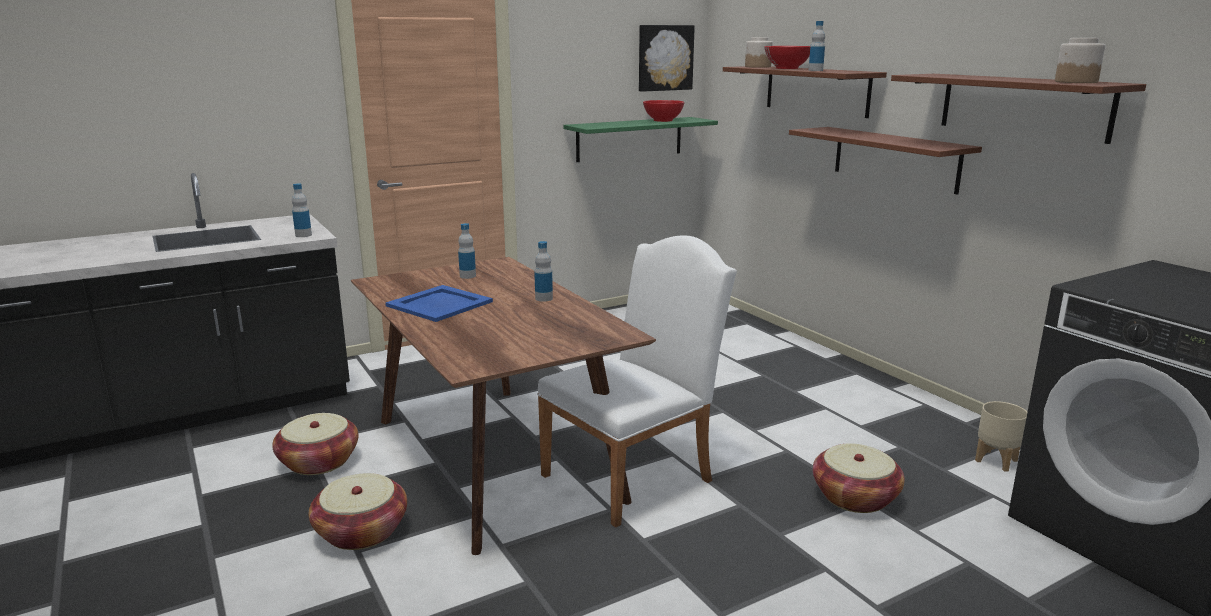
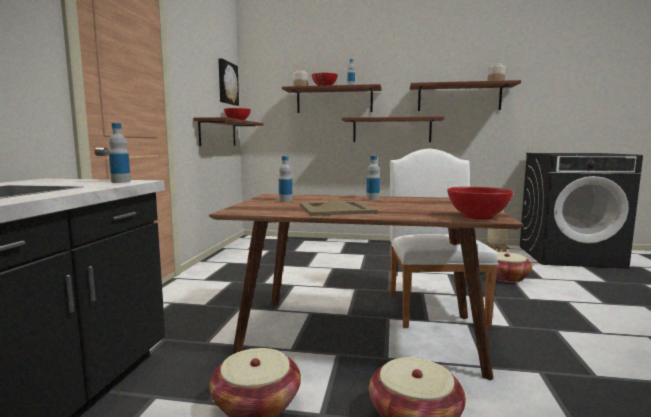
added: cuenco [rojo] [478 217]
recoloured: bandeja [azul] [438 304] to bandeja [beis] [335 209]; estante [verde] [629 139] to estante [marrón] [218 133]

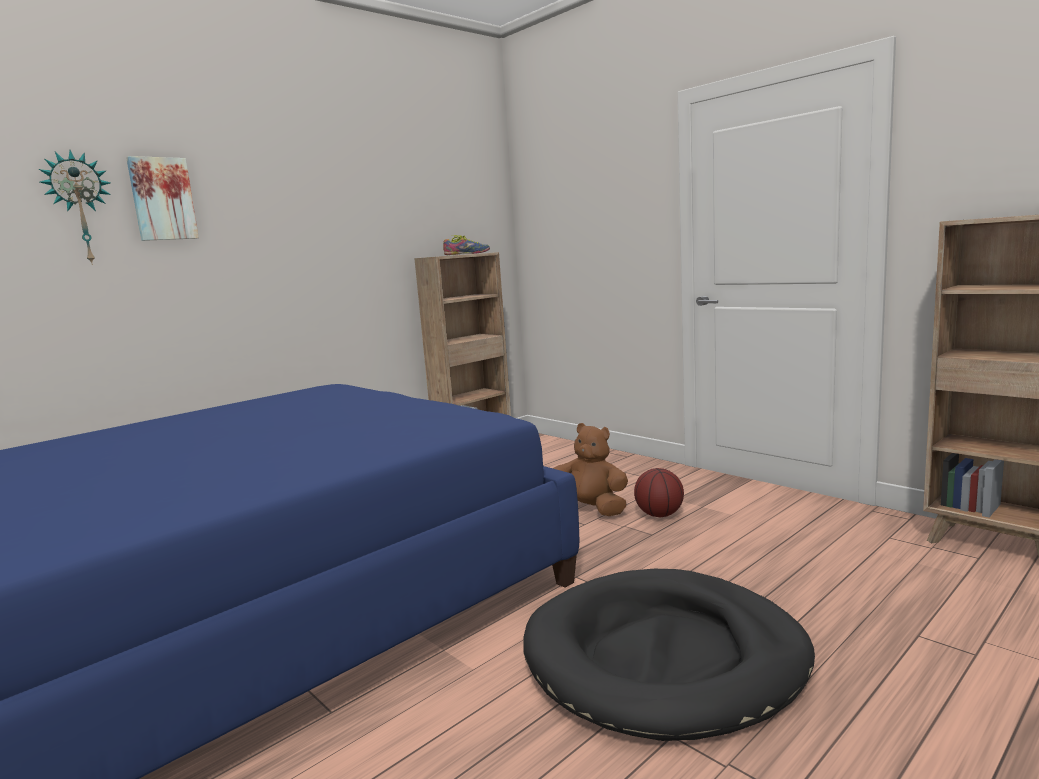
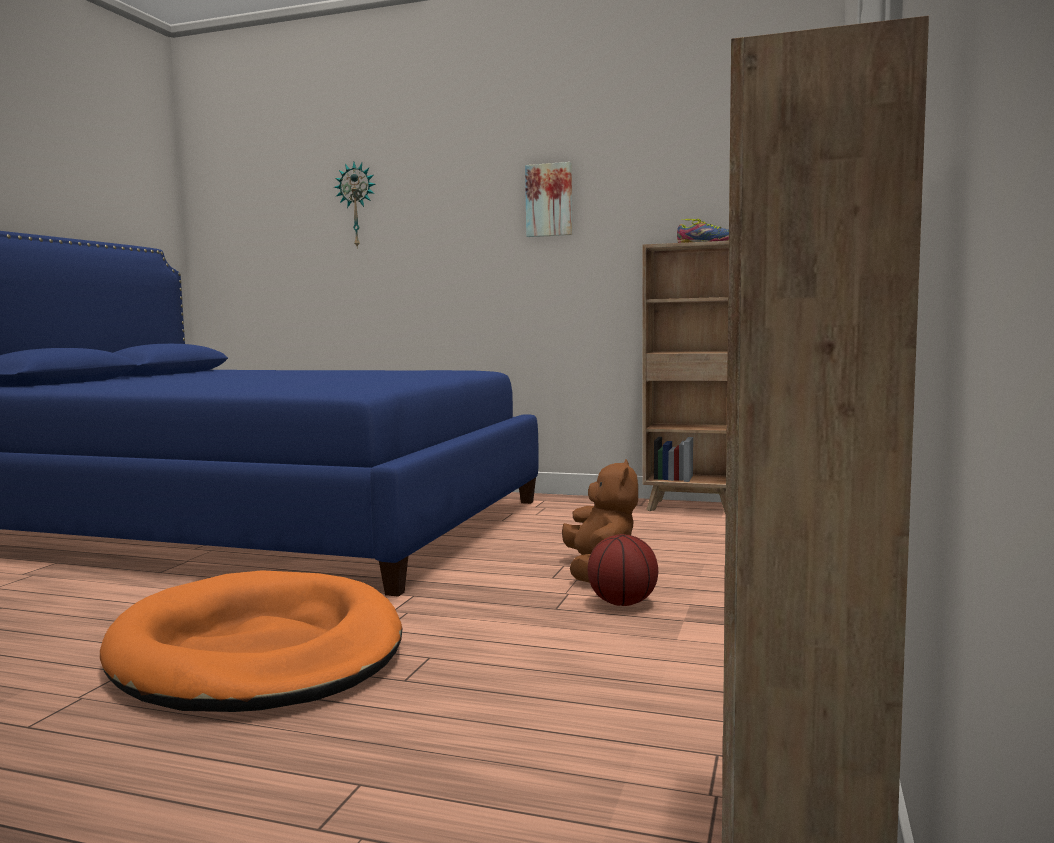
moved: cuadro [162 199] to [549 200]
recoloured: cama para perro [negro] [665 657] to cama para perro [naranja] [258 652]

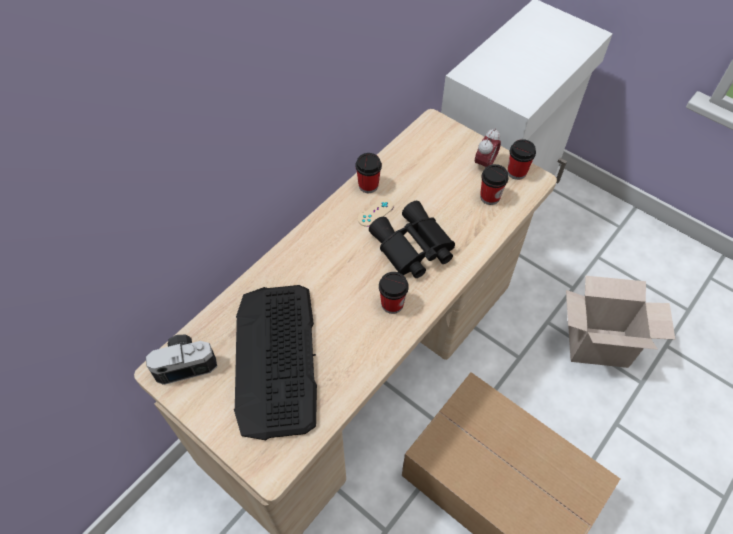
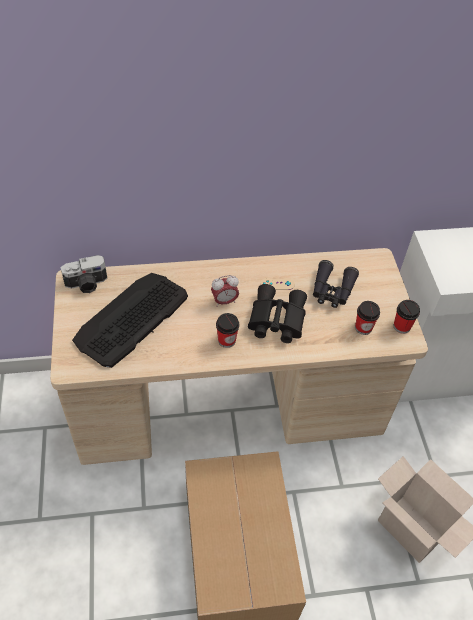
removed: taza [368 185]
added: prismáticos [negro] [332 291]
moved: despertador [484 164] to [224 301]
turned: cámara [185 362] = [87 284] 135 degrees clockwise

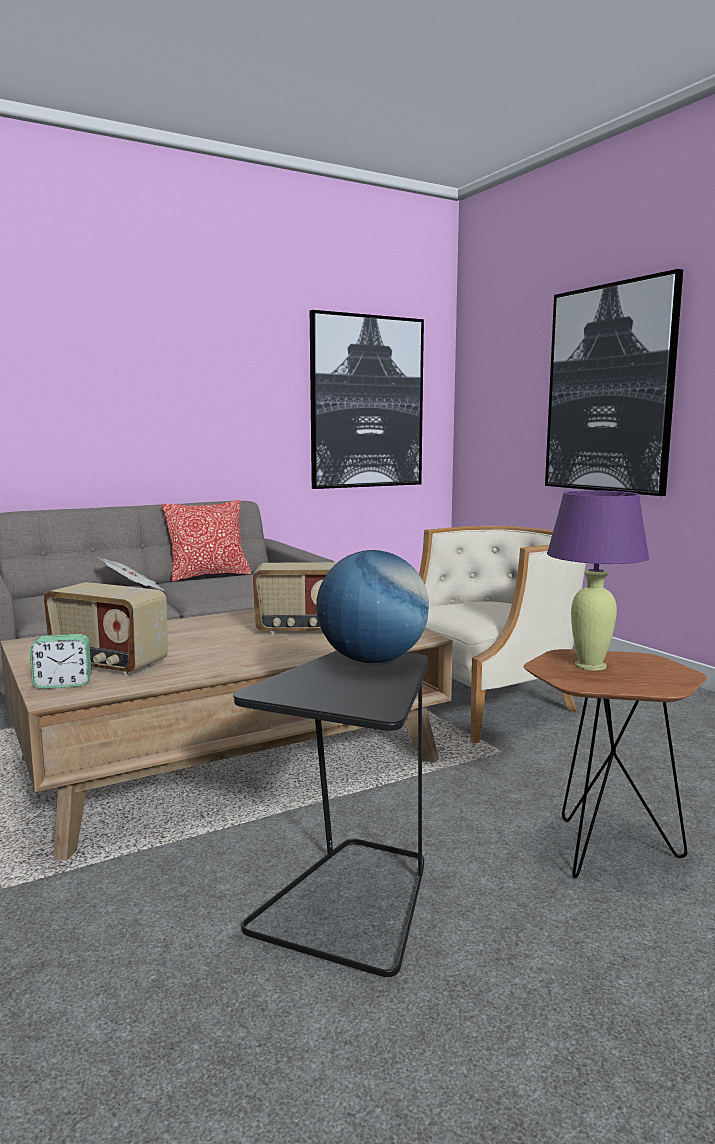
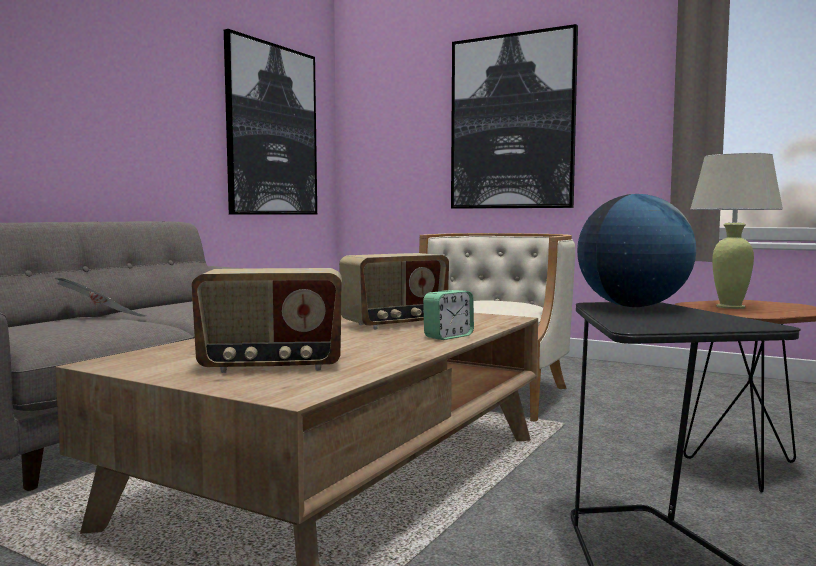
removed: cojín [208 576]
moved: despertador [63 684] to [448 336]
recoloured: lámpara de mesa [morado] [590 665] to lámpara de mesa [beis] [730 307]

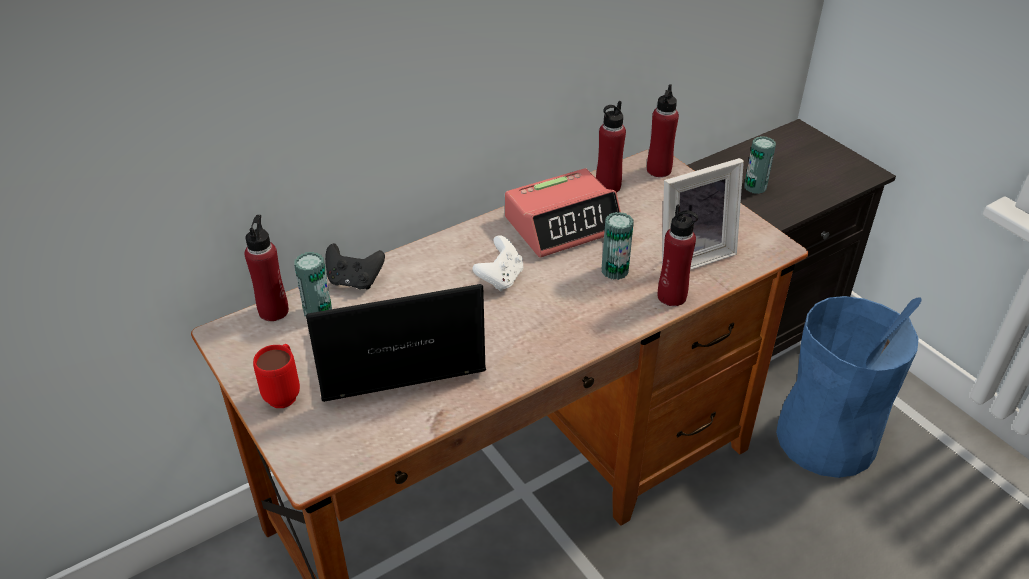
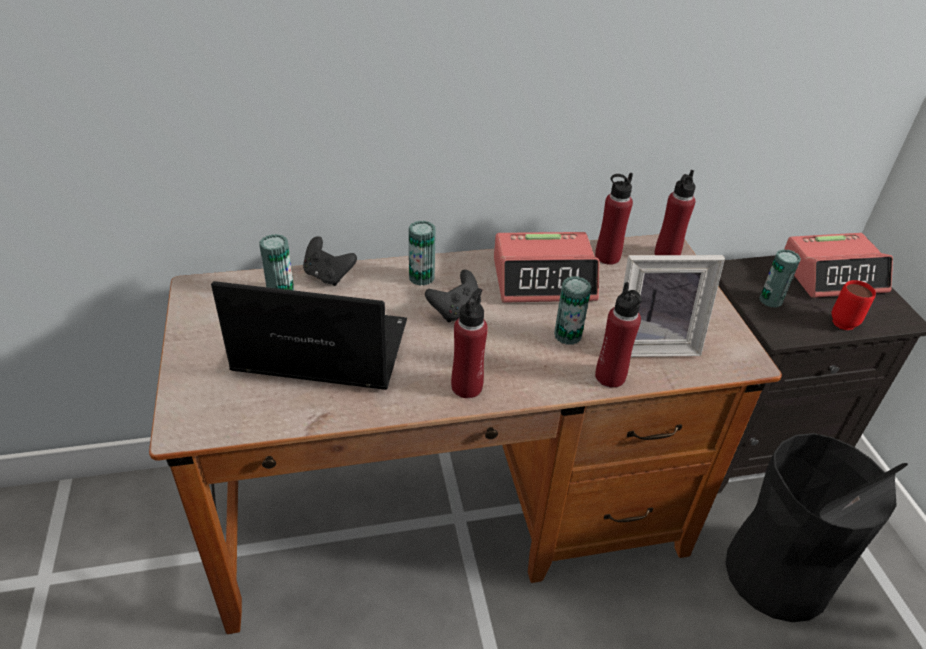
added: lata [421 277]; despertador [833 275]
moved: botella [rojo] [274 311] to [467 386]; taza grande [rojo] [285 392] to [844 320]
recoloured: mando de consola [blanco] [500 279] to mando de consola [negro] [455 311]; papelera [azul] [826 438] to papelera [negro] [777 574]

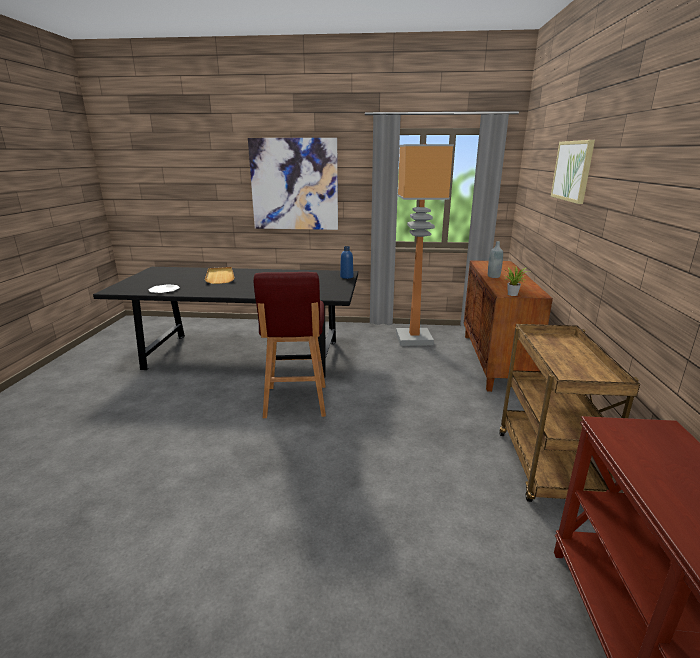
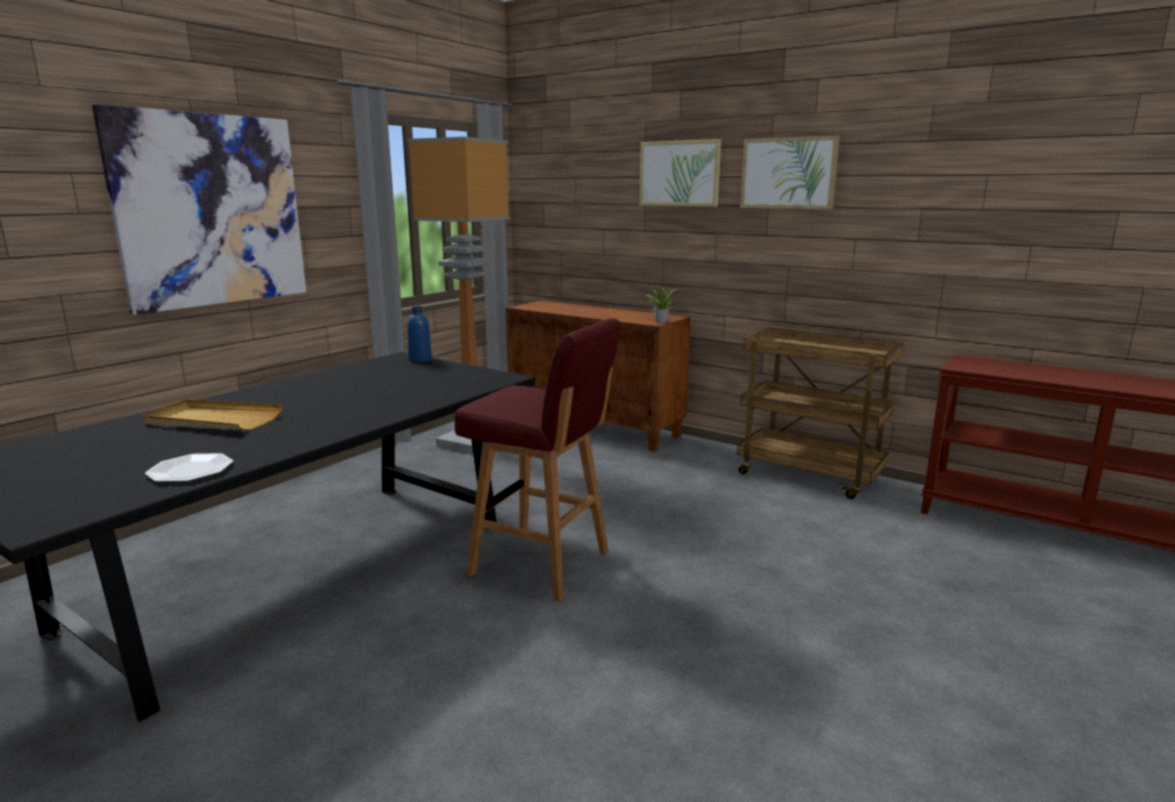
removed: botella [gris] [493 276]
added: cuadro [788 173]

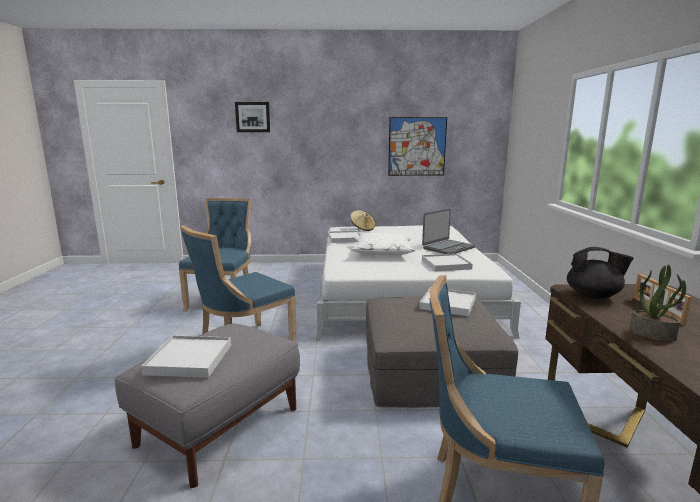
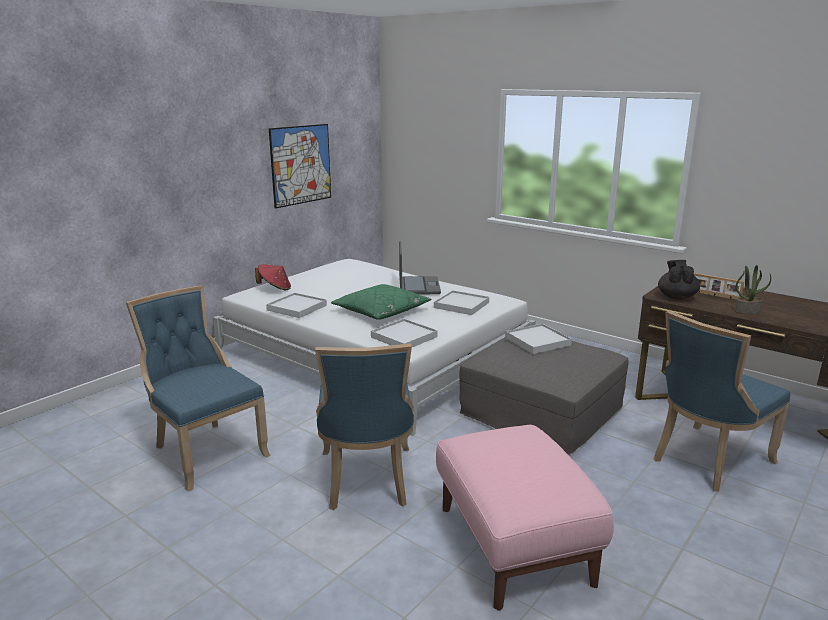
removed: cuadro [253 117]
moved: bandeja [blanco] [190 359] to [404 337]
recoloured: puf [gris] [220 425] to puf [rosa] [514 543]; sombrero [beis] [362 229] to sombrero [rojo] [275 288]; cojín [blanco] [382 252] to cojín [verde] [381 311]
turned: tetera [negro] [593 296] = [676 297] 45 degrees counterclockwise

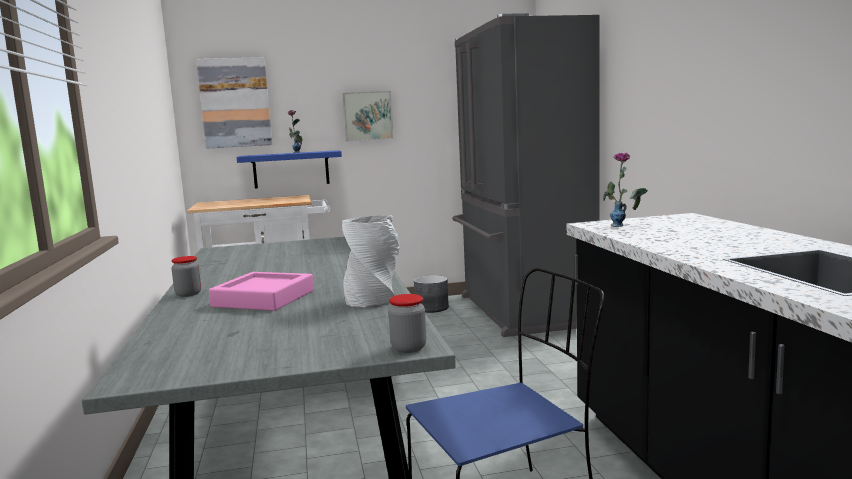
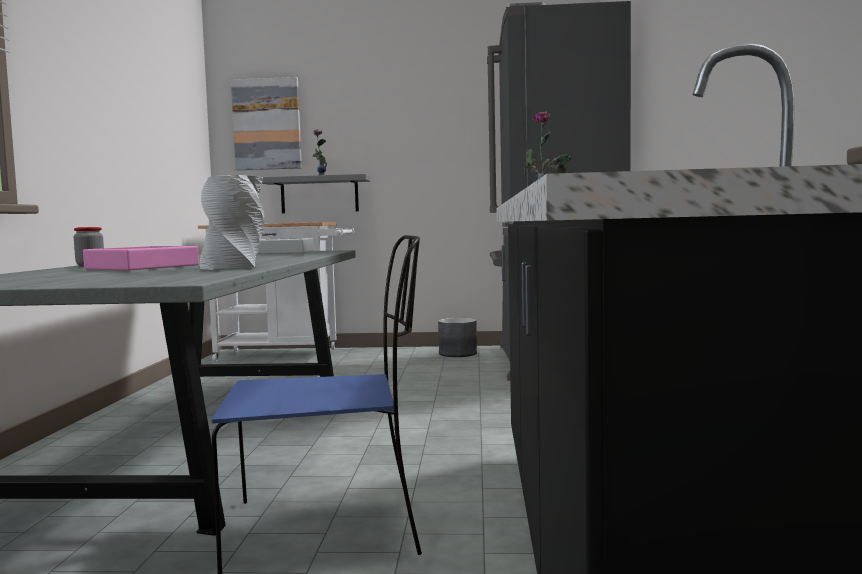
removed: cuadro [367 116]; tarro [408 348]
added: bandeja [gris] [282 252]
recoloured: estante [azul] [291 169] to estante [gris] [319 194]

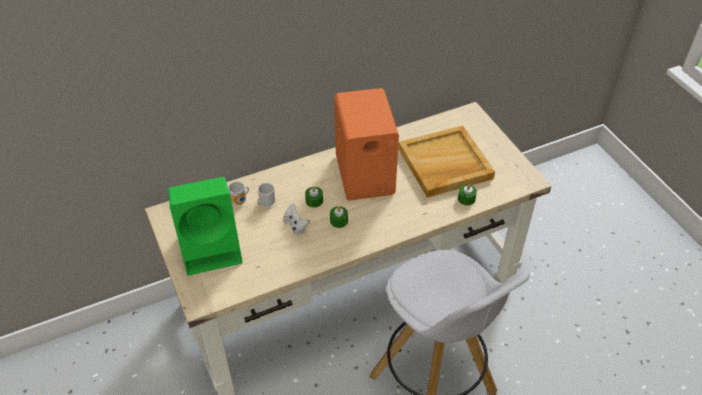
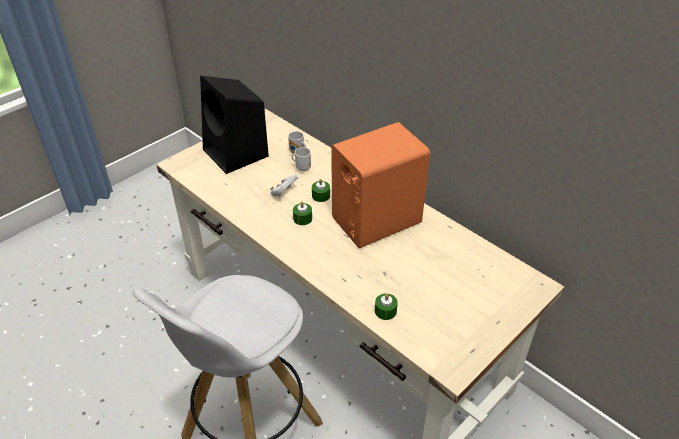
removed: bandeja [beis] [444 164]
recoloured: altavoz [verde] [212 248] to altavoz [negro] [237 154]

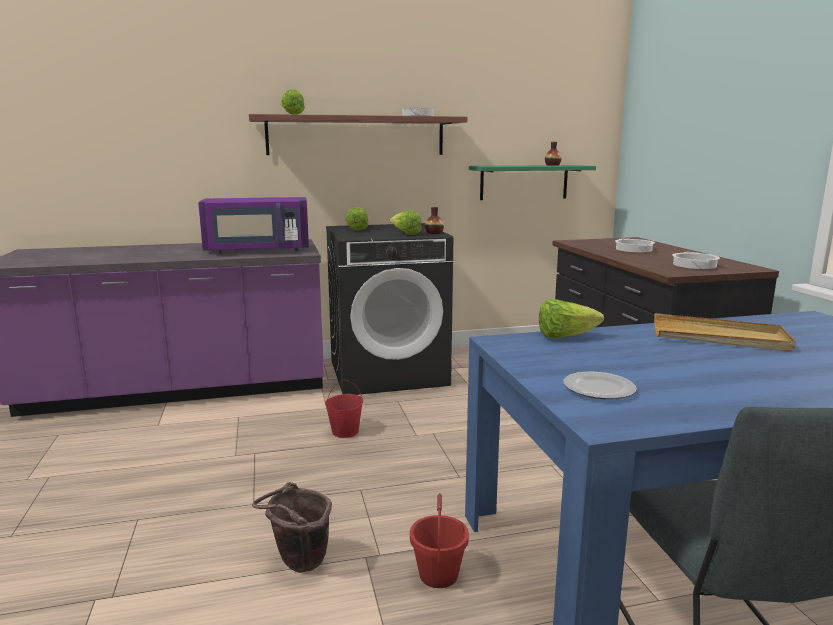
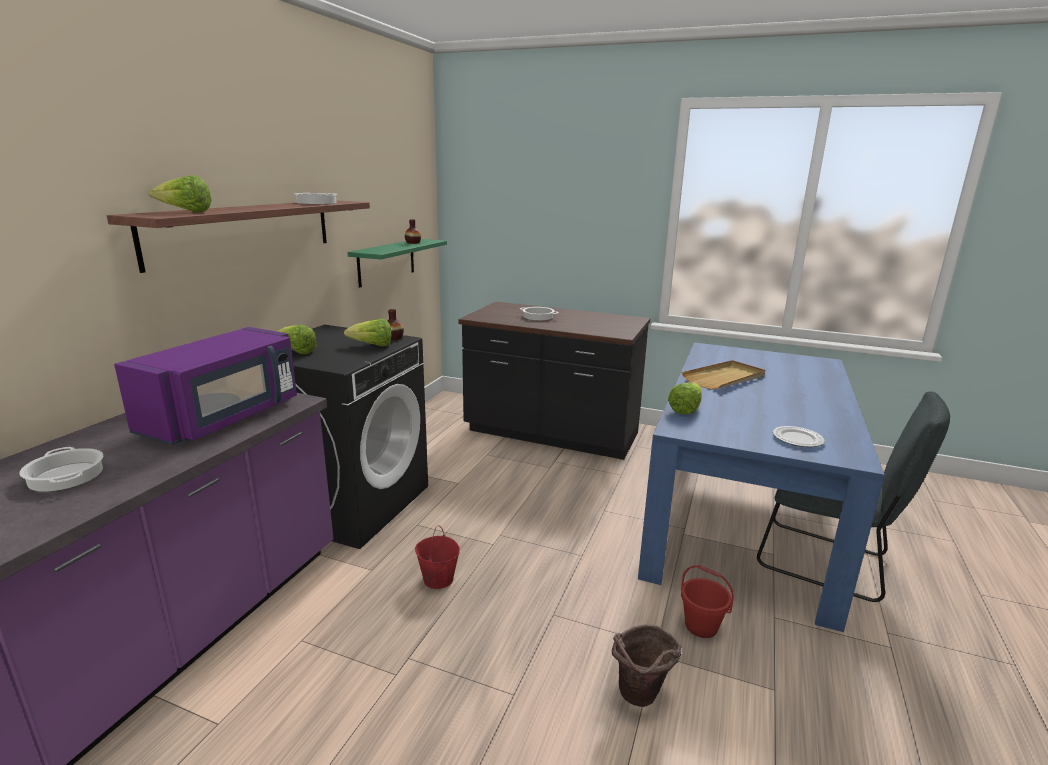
moved: olla [695 265] to [67 476]

